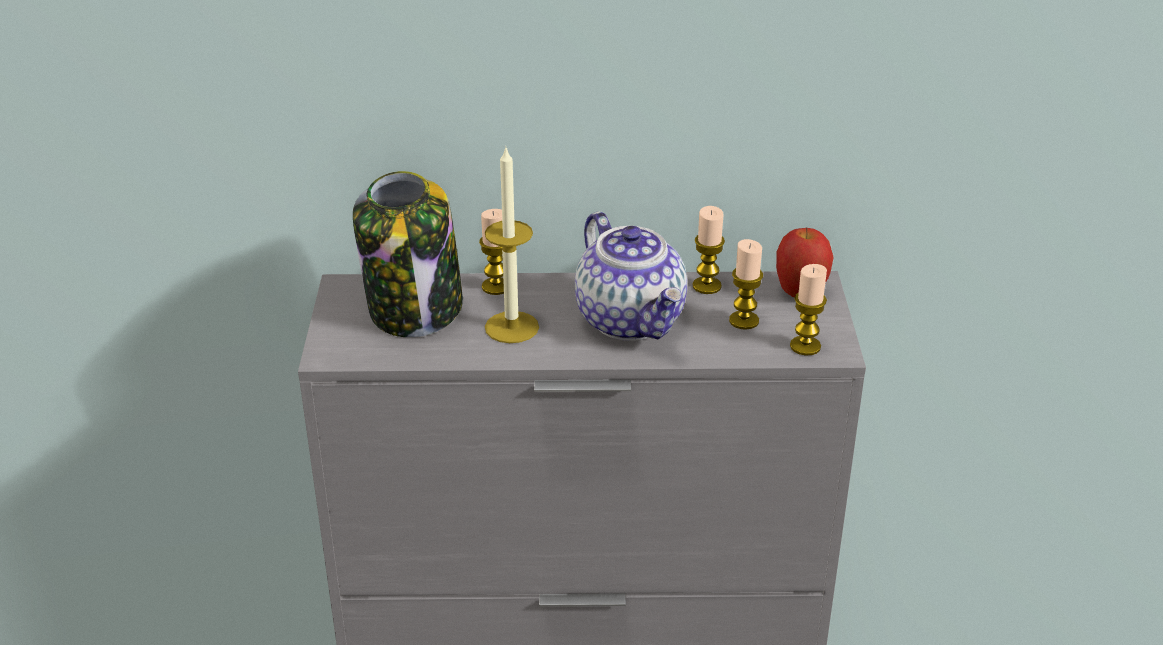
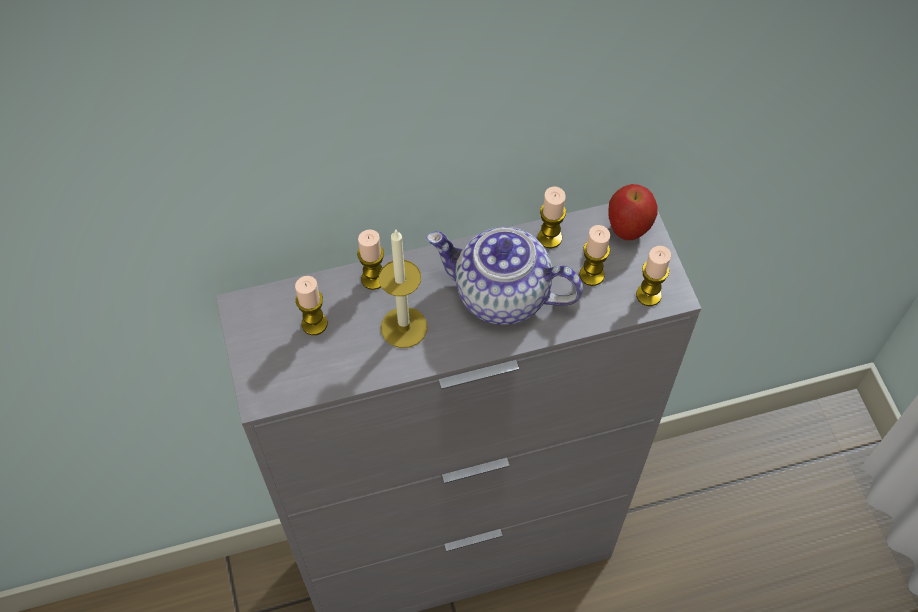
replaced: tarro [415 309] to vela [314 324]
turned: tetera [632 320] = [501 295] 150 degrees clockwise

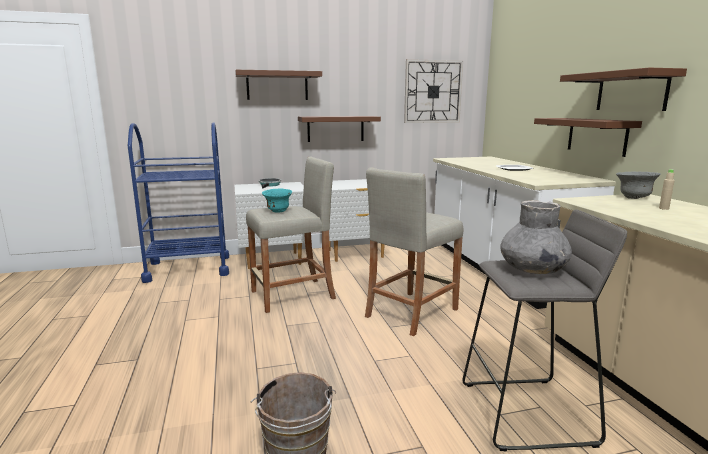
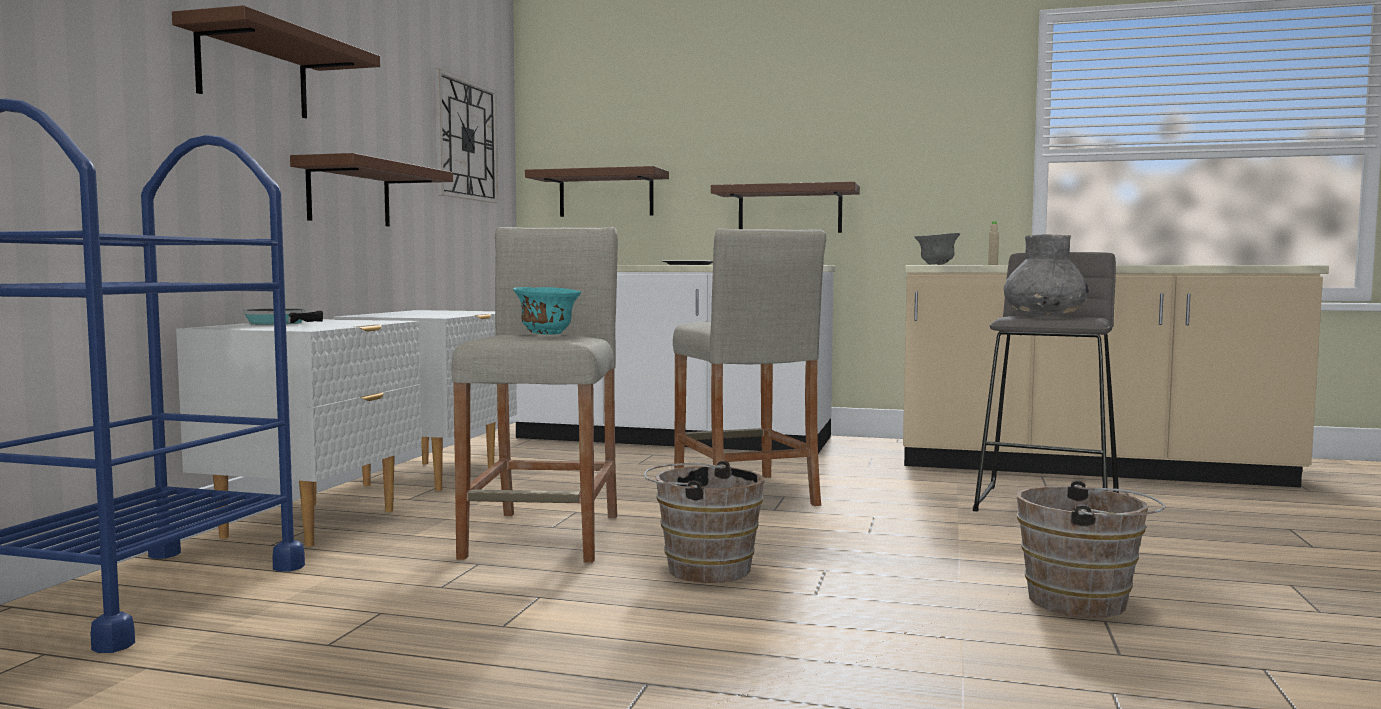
added: cubo [marrón] [702 568]
moved: estante [marrón] [631 91] to [606 194]

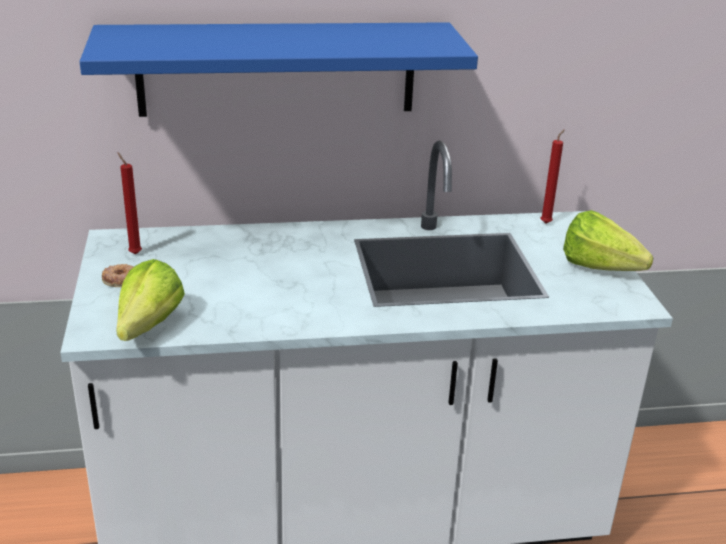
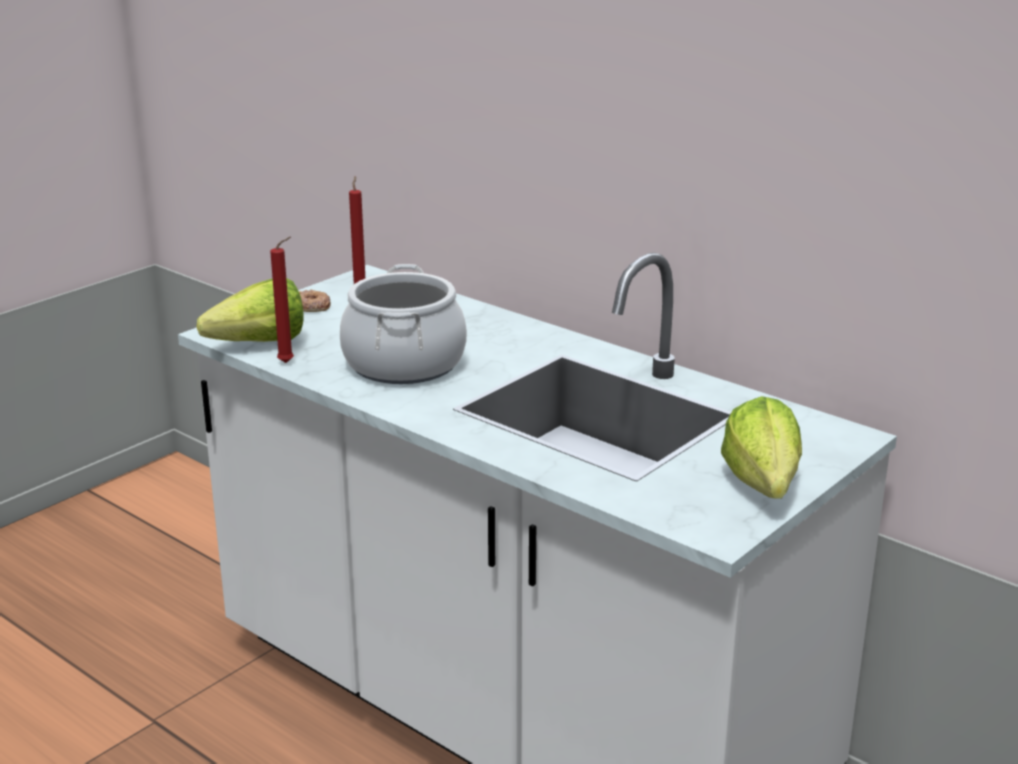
removed: estante [azul] [277 69]
added: olla [403 364]
moved: vela [rojo] [547 223] to [288 363]

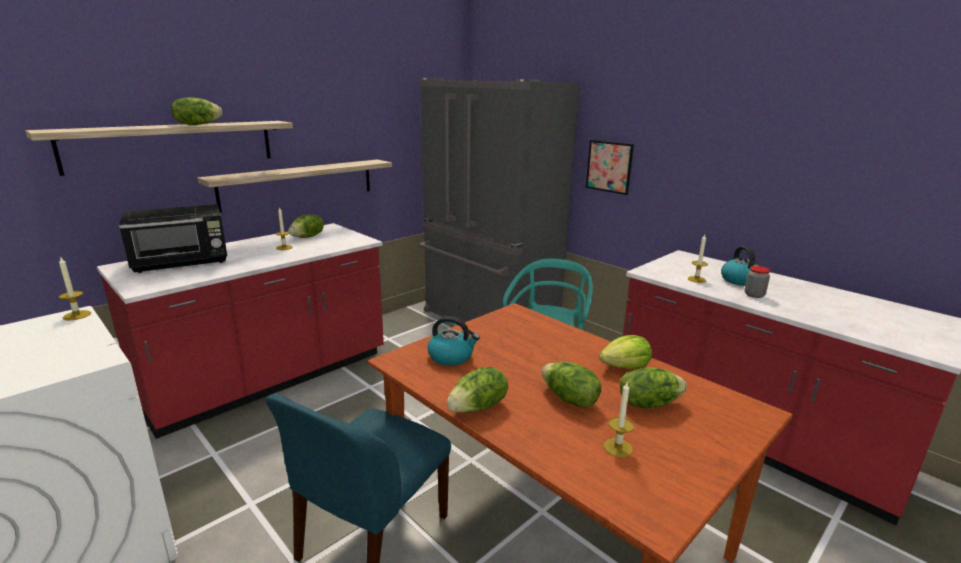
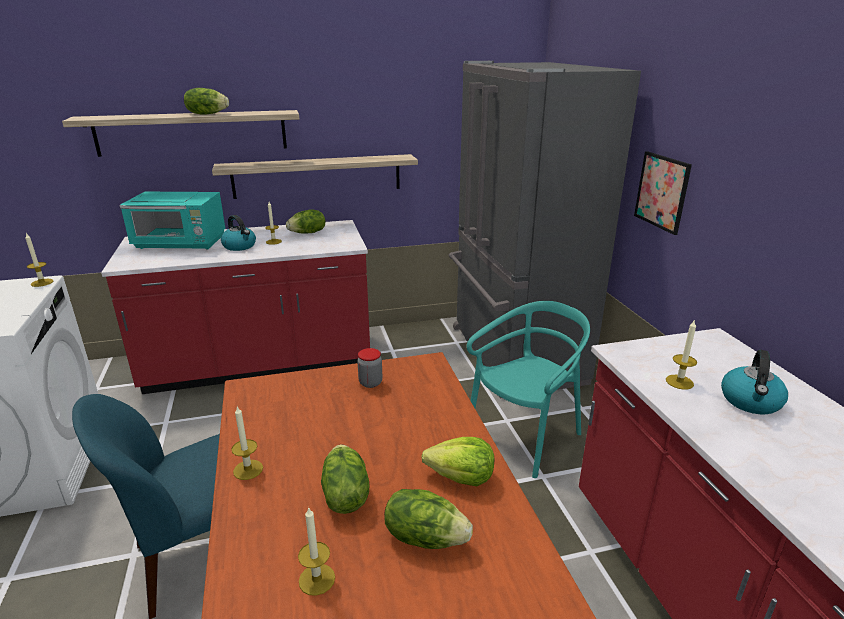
moved: hervidor [451 356] to [240 246]; tarro [754 295] to [370 383]
replaced: lechuga [478 408] to vela [248 469]
recoloured: microondas [negro] [183 262] to microondas [turquesa] [181 244]

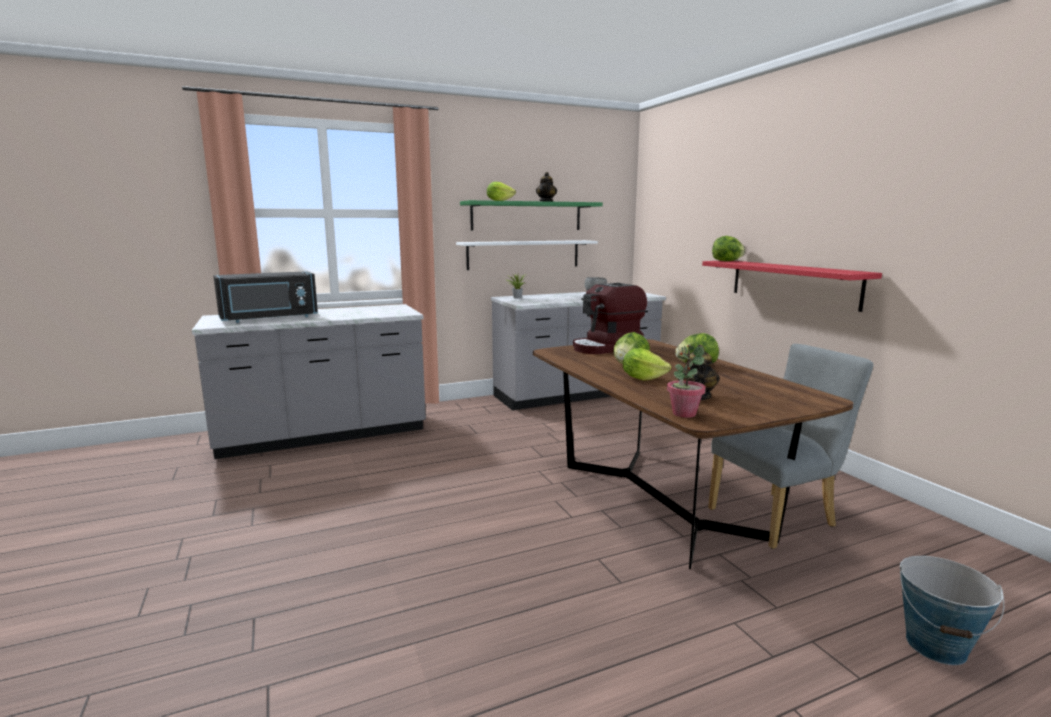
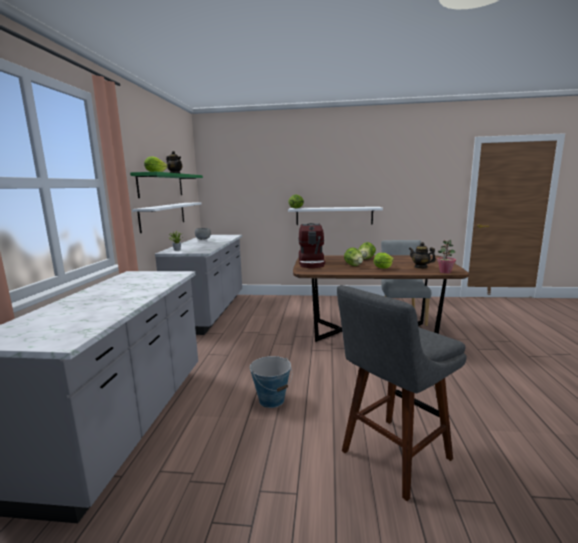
removed: microondas [negro] [269 318]
added: taburete [gris] [392 457]
moved: cubo [936 646] to [272 400]
recoloured: estante [rojo] [792 283] to estante [blanco] [334 216]

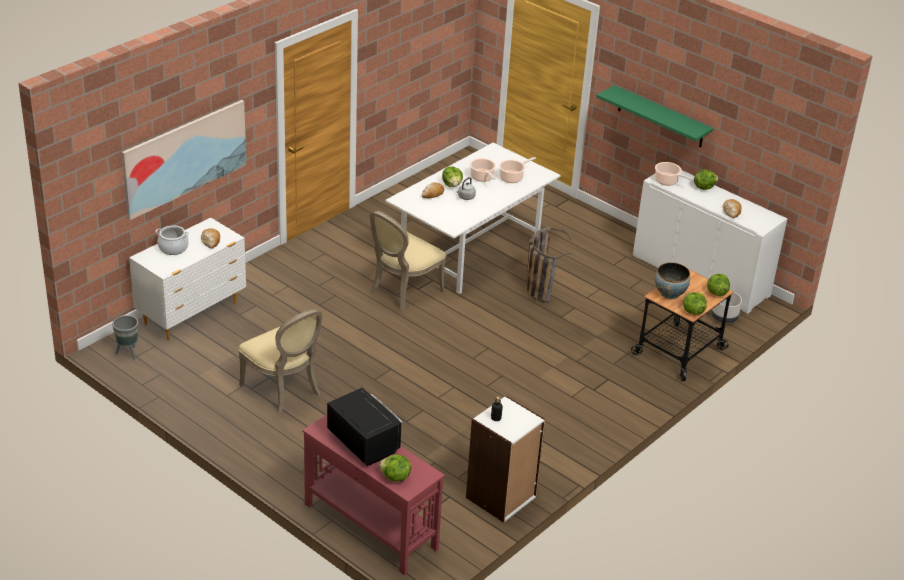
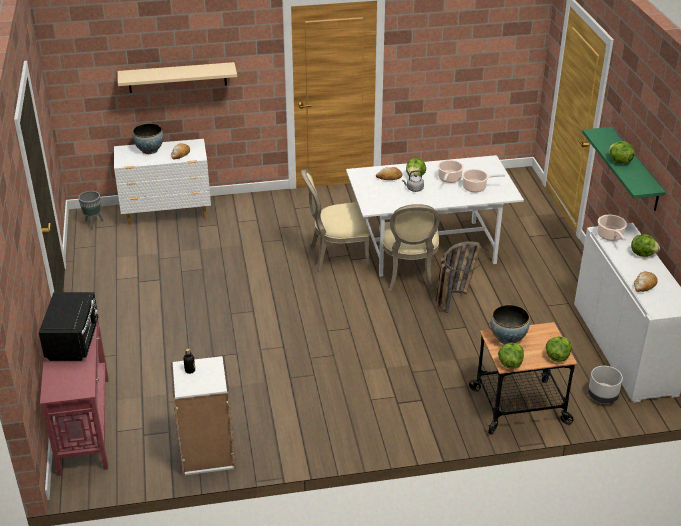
moved: silla [beis] [284 390] to [409 276]; lechuga [395 477] to [619 161]
replaced: cuadro [185 158] to estante [beis] [177 77]; olla [173 248] to cuenco [149 150]

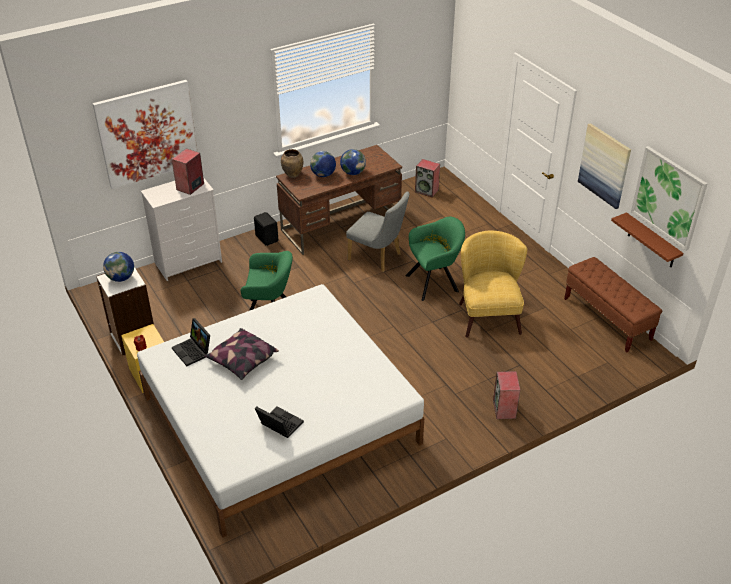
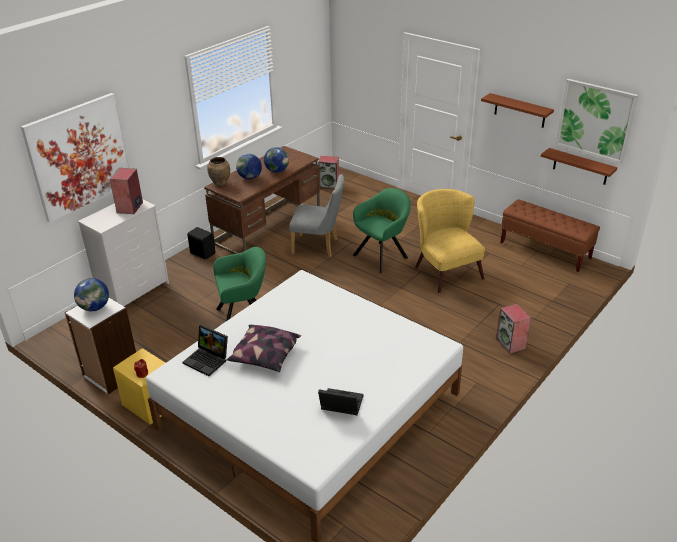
replaced: cuadro [604 165] to estante [marrón] [520 110]

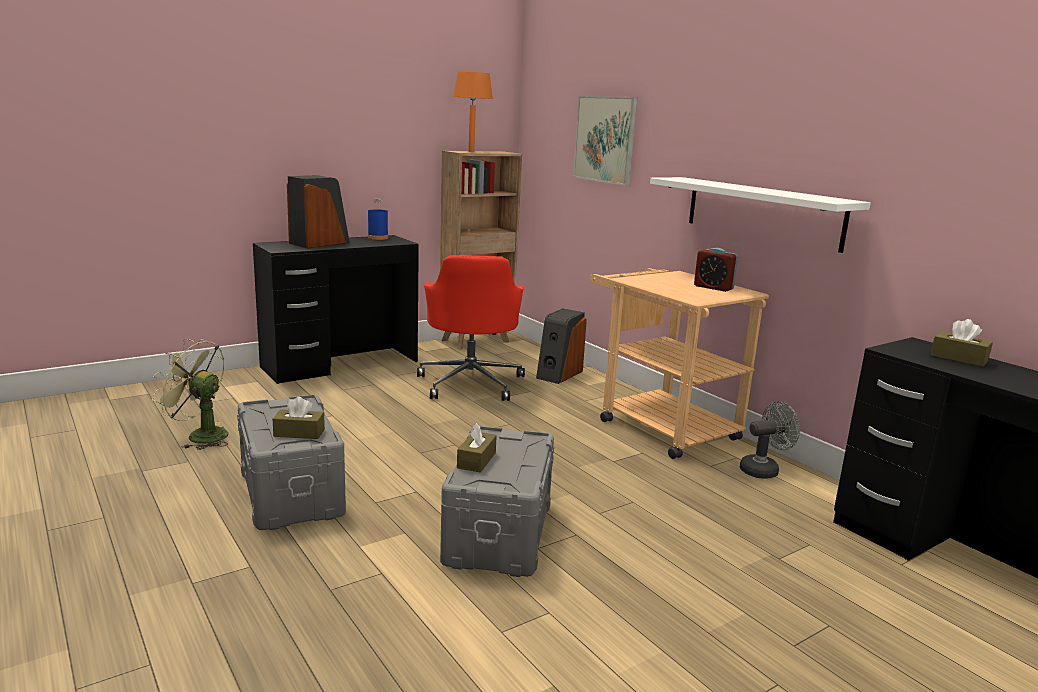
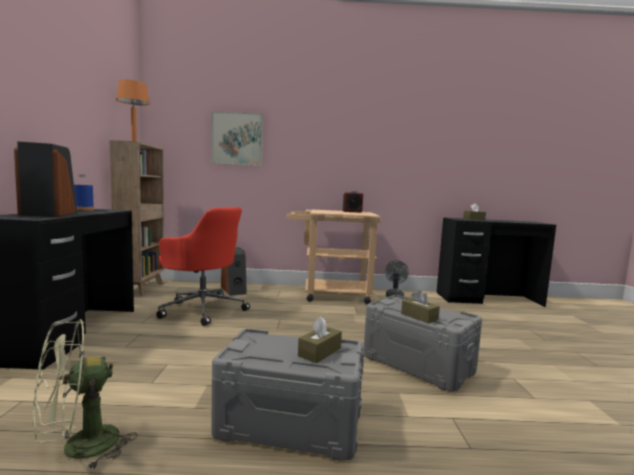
removed: estante [blanco] [762 212]

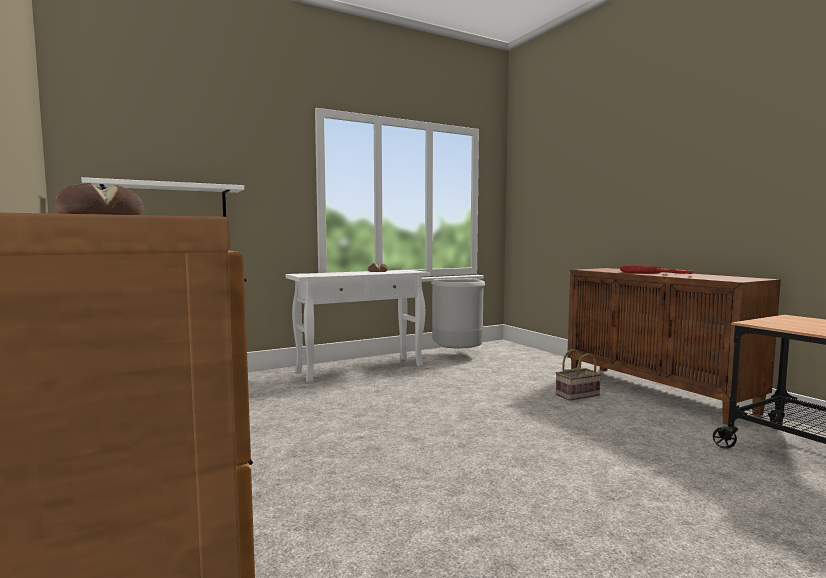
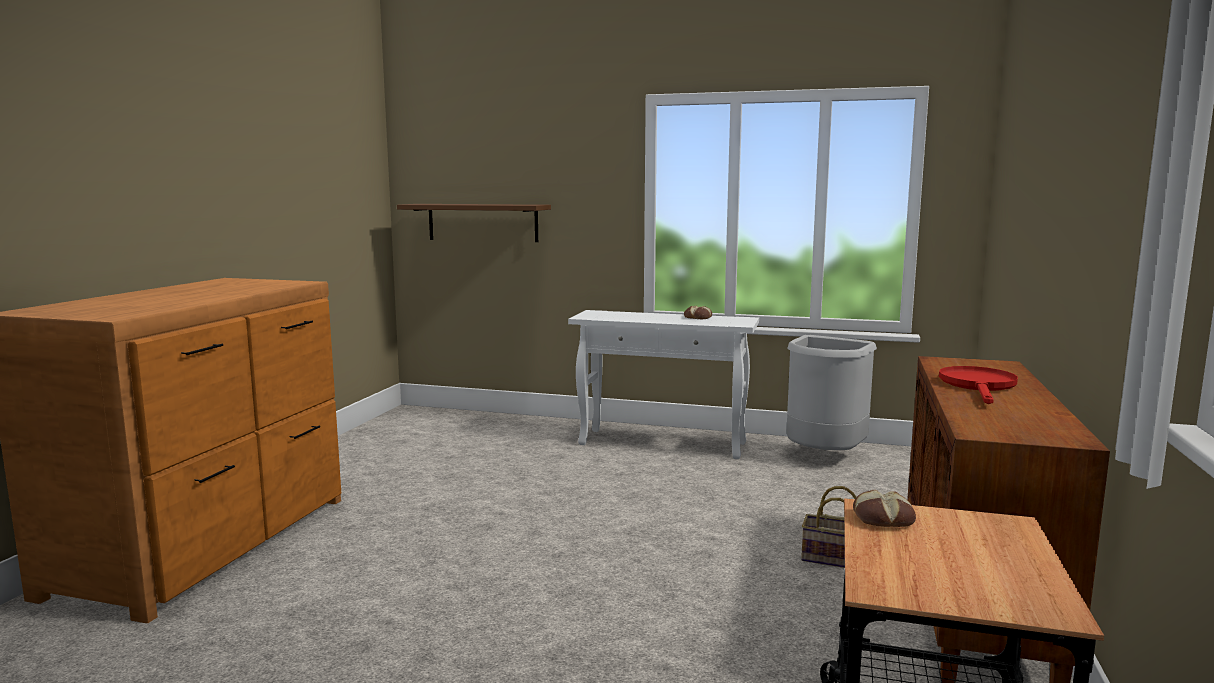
moved: pan [100 216] to [883 519]
recoloured: estante [blanco] [167 202] to estante [marrón] [482 222]

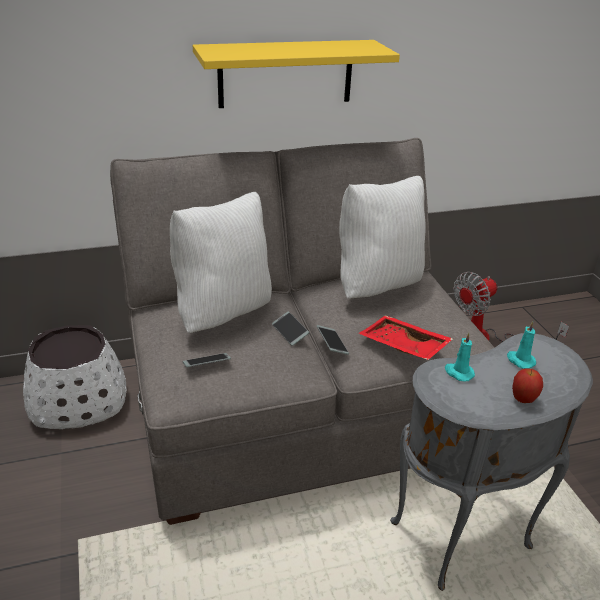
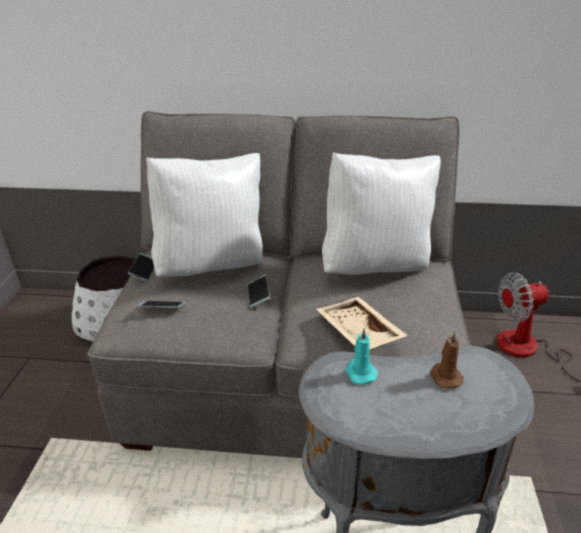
removed: estante [amarillo] [286 73]; manzana [523 400]
moved: móvil [332 343] to [144 270]
recoloured: bandeja [rojo] [402 347] to bandeja [beis] [357 333]; vela [turquesa] [520 360] to vela [marrón] [445 376]

